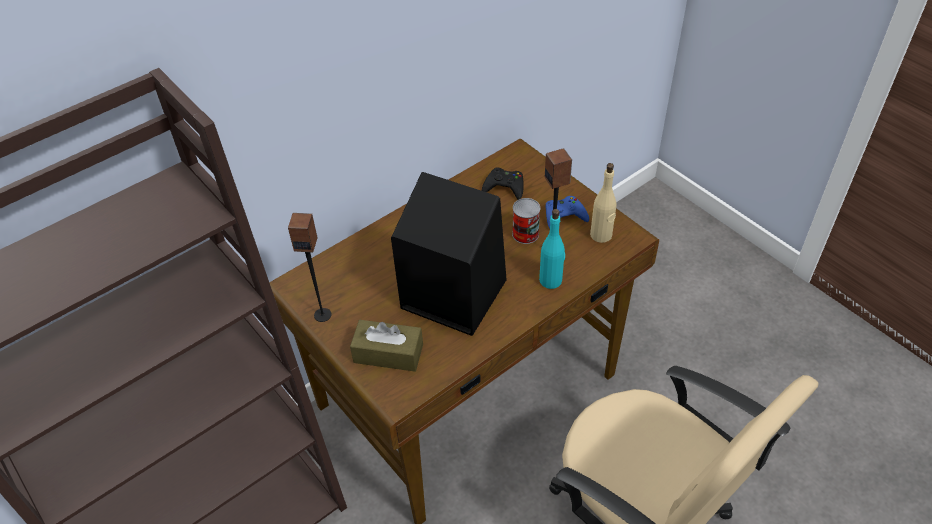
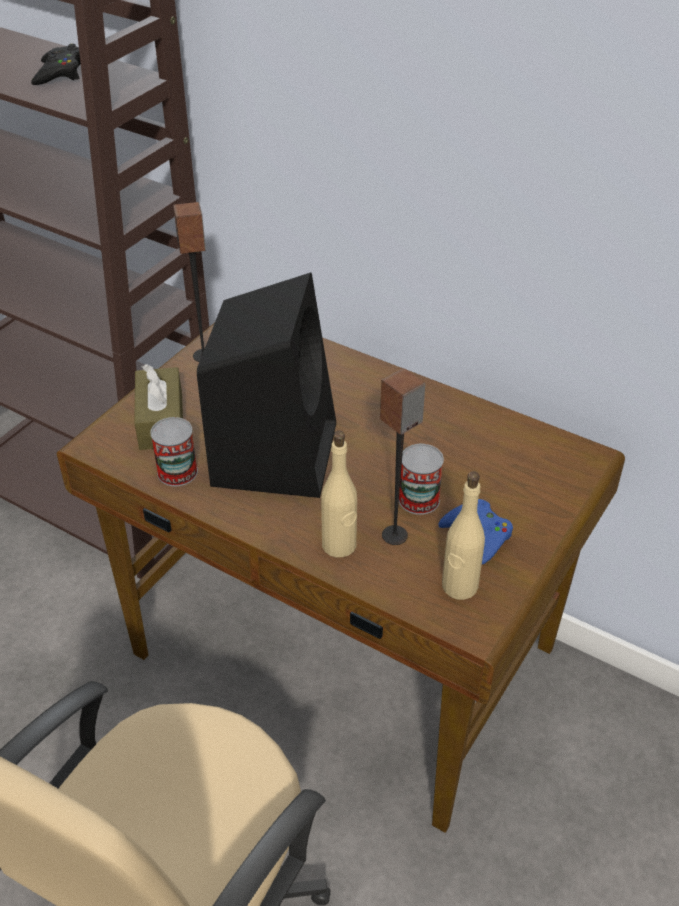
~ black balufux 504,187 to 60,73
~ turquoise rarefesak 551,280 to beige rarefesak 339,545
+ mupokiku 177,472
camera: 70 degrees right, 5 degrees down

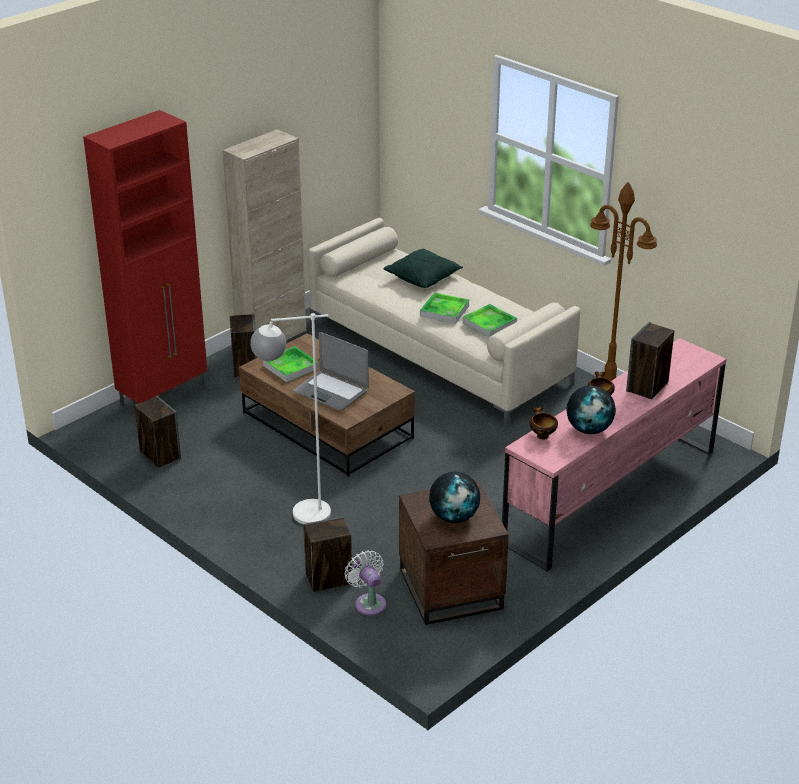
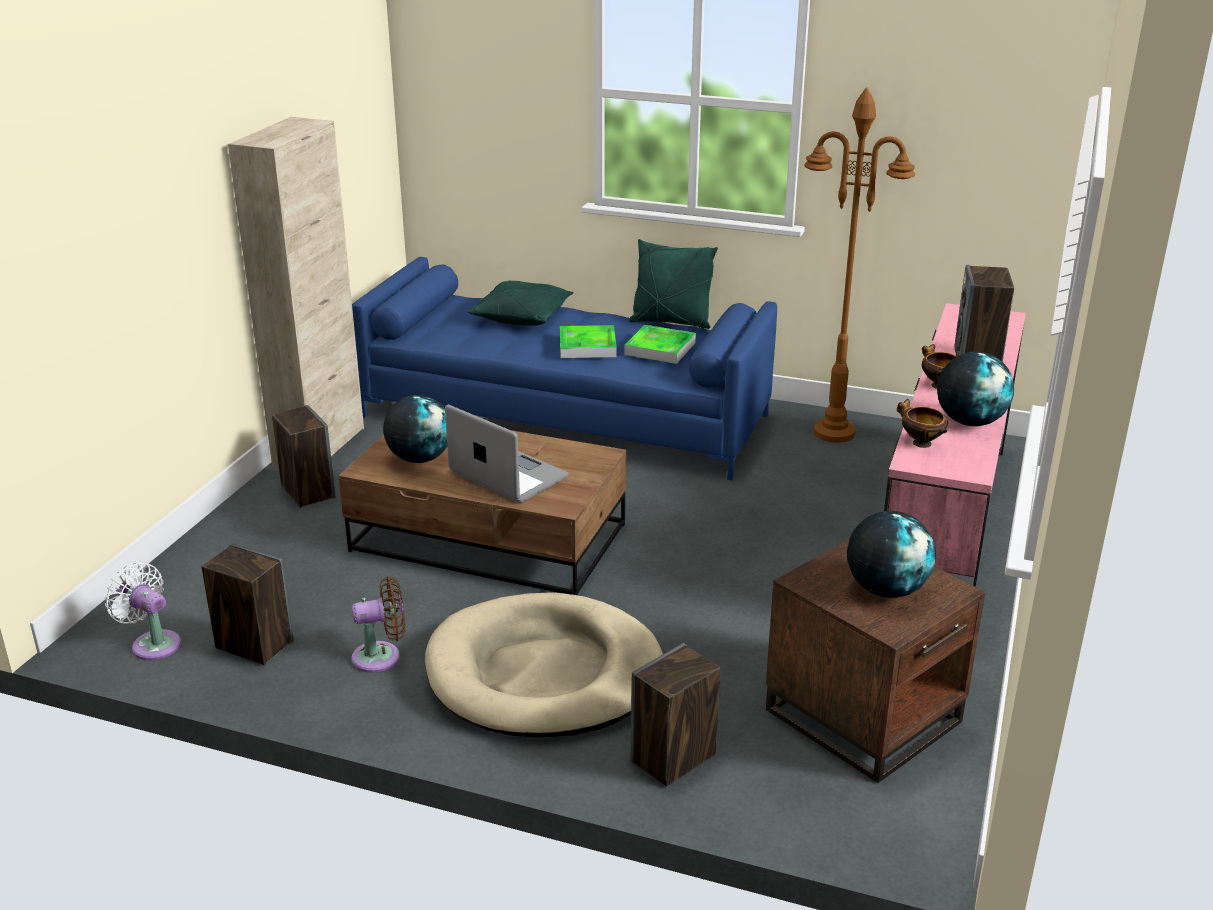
- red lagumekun 164,395
~ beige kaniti 439,352 to blue kaniti 567,416
~ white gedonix 297,515 to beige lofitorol 545,674
~ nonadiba 331,391 = 508,476 150 degrees counterclockwise
~ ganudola 291,367 to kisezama 420,458
~ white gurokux 369,602 to 153,643
+ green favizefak 671,322
+ brown gurokux 381,657
camera: 25 degrees left, 5 degrees down

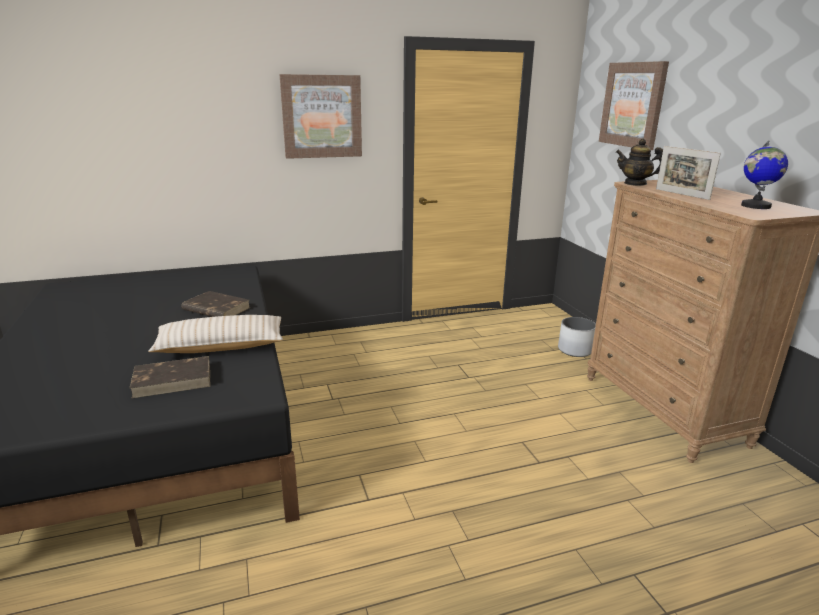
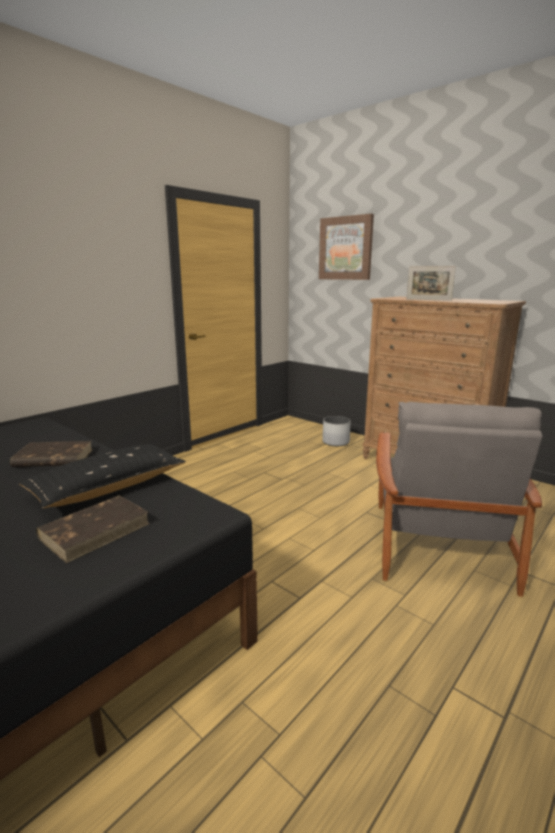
- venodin 322,116
- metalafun 635,183
- kisezama 755,206
~ beige favizefak 221,346 to black favizefak 108,487
+ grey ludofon 438,543
camera: 30 degrees left, 5 degrees down

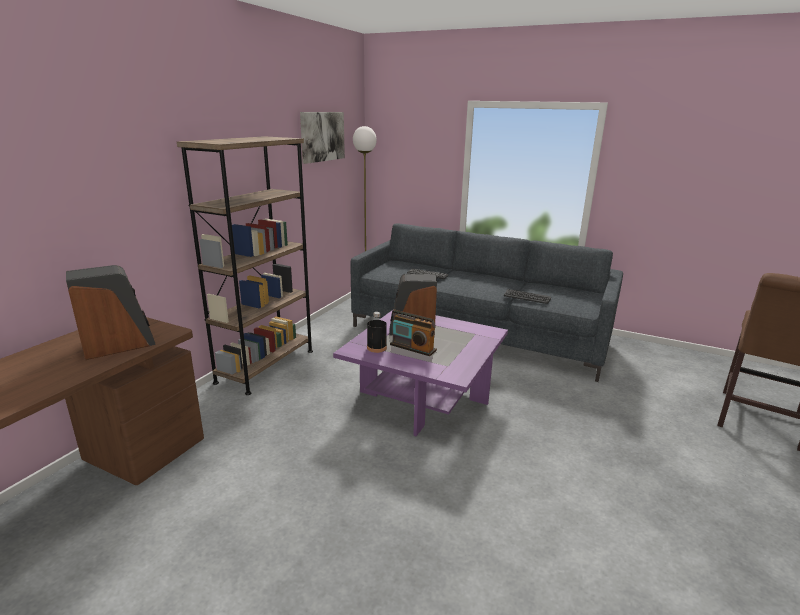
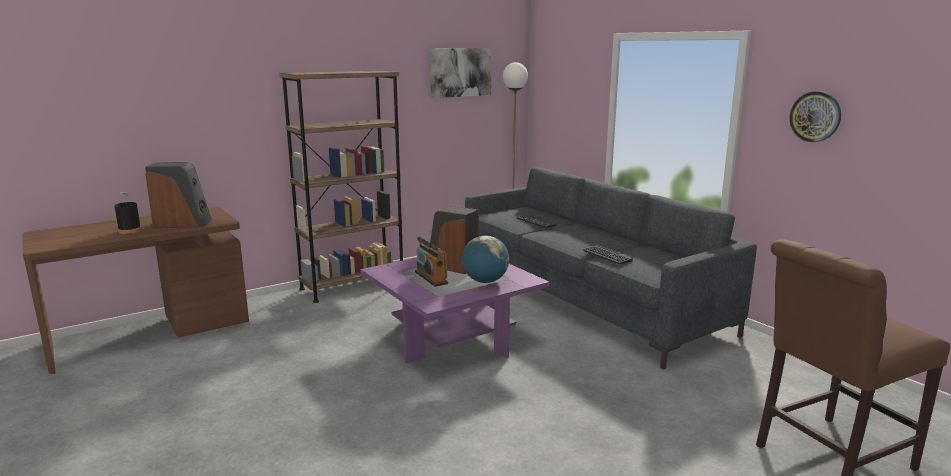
~ black rarefesak 376,348 to 129,231
+ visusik 815,116
+ kisezama 485,281
camera: 30 degrees right, 5 degrees down

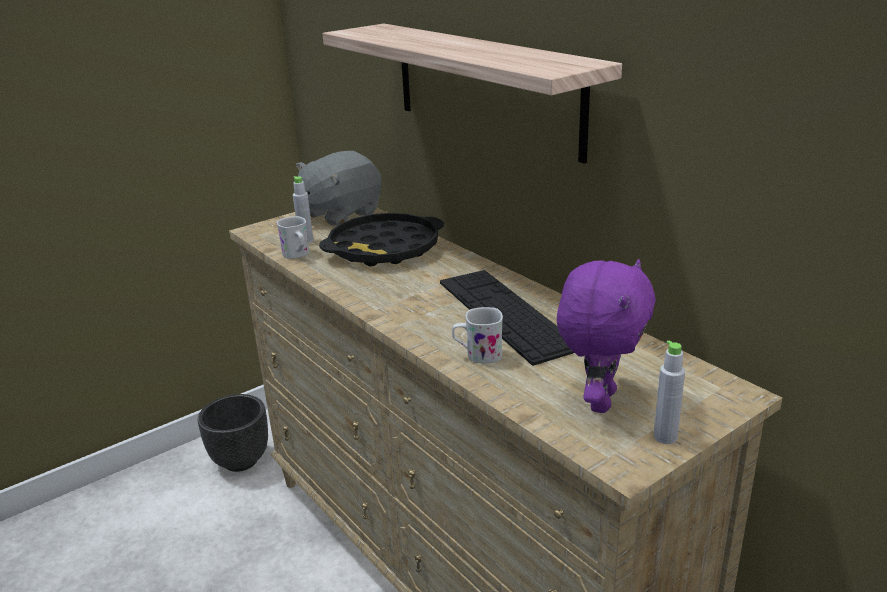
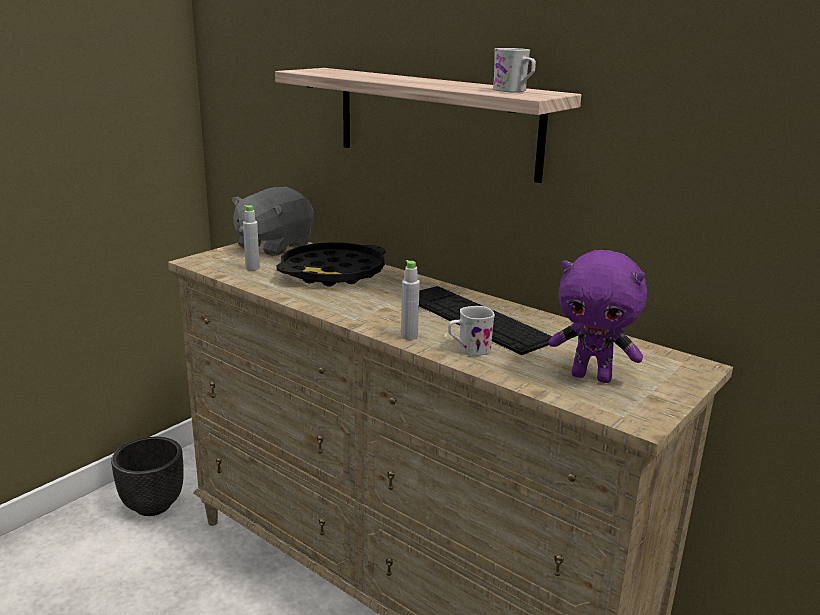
~ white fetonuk 297,255 to 514,91
~ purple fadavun 599,400 = 592,377 105 degrees clockwise
~ grey rarefesak 665,437 to 409,336
camera: 15 degrees left, 5 degrees down

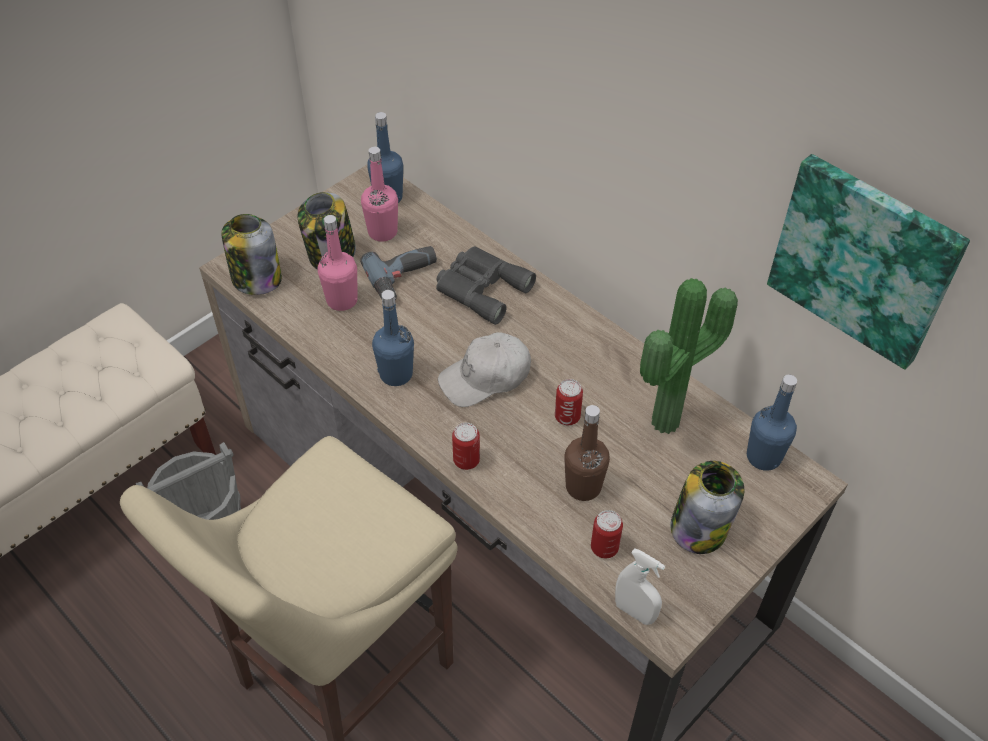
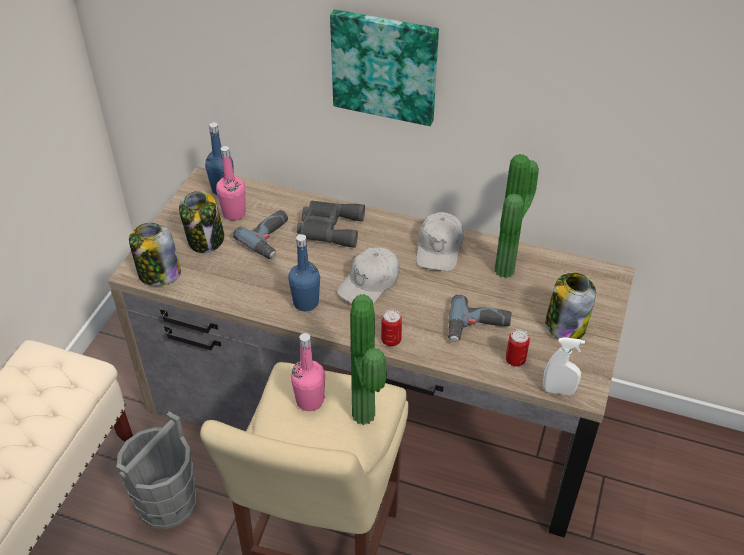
~ venodin 864,259 to 385,66
~ pink rarefesak 342,300 to 309,400
- blue rarefesak 763,457
- mupokiku 567,417
~ brown rarefesak 583,487 to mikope 478,328
+ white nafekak 439,248
+ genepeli 368,414
camera: 25 degrees left, 5 degrees down

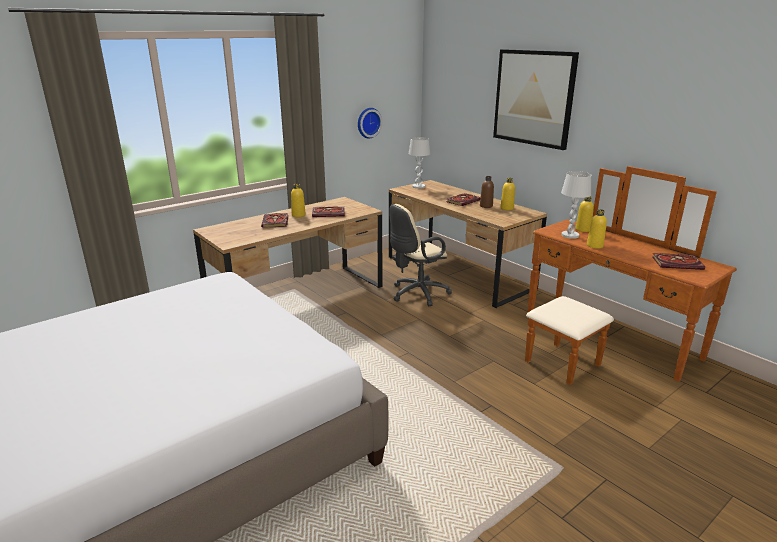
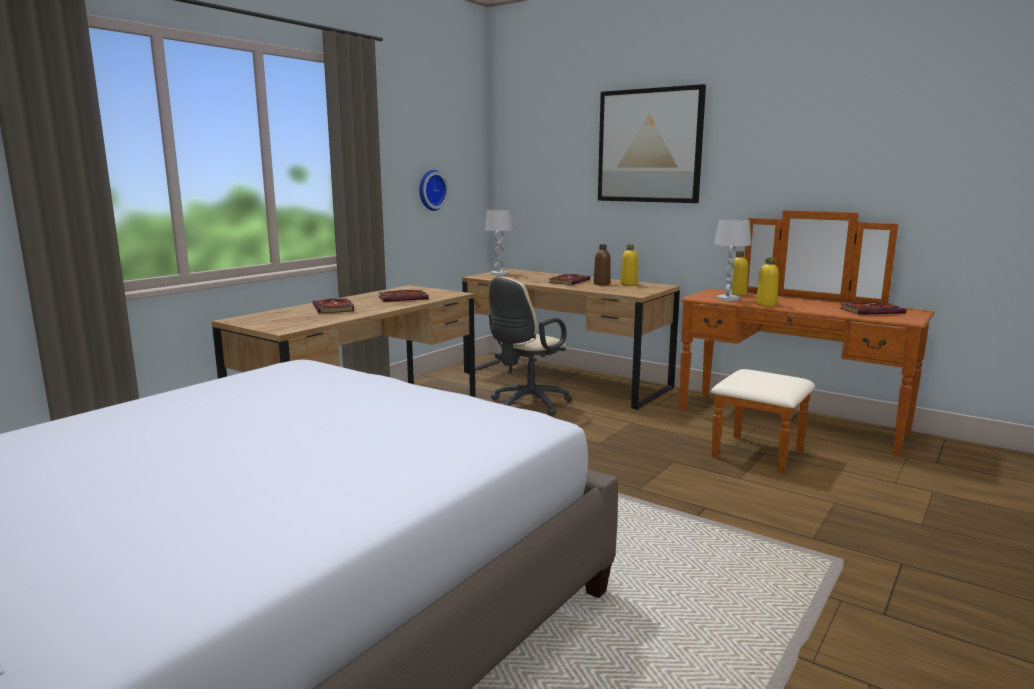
- yellow rarefesak 298,215
camera: 15 degrees left, 10 degrees down

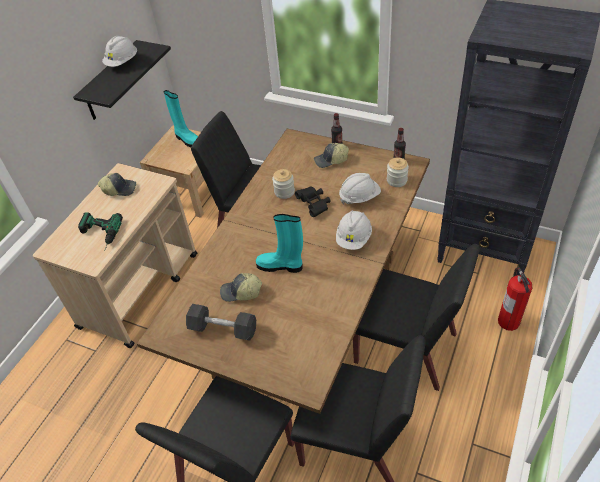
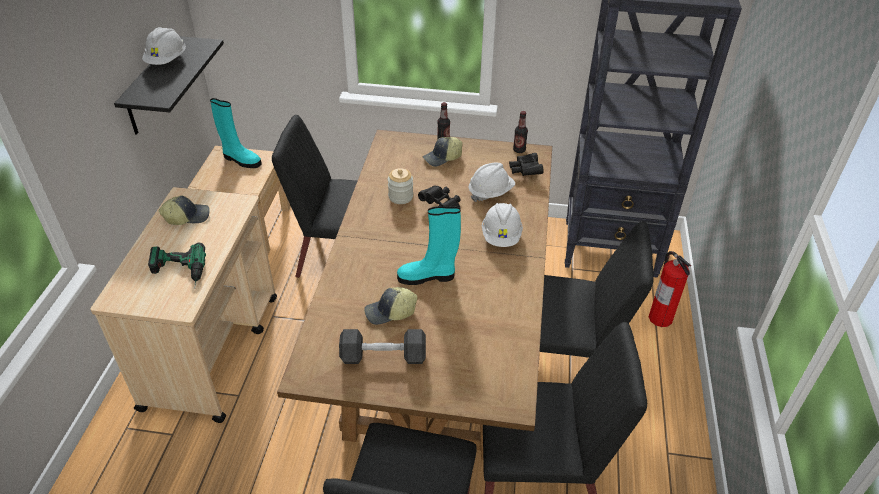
~ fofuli 396,180 to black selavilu 525,171
camera: 20 degrees left, 5 degrees down

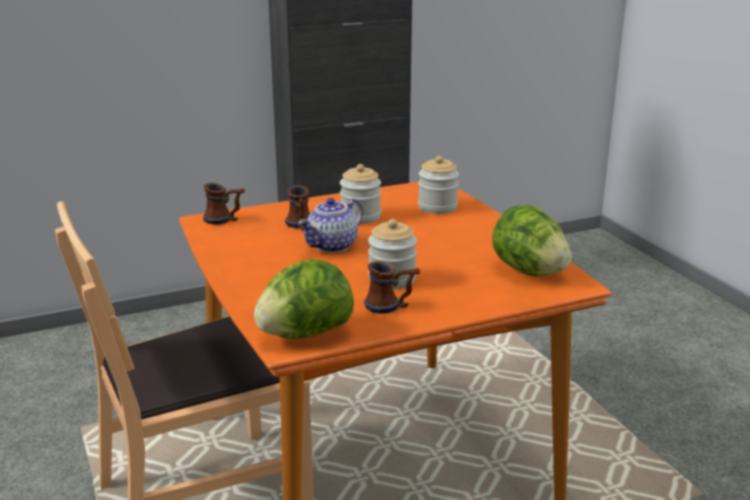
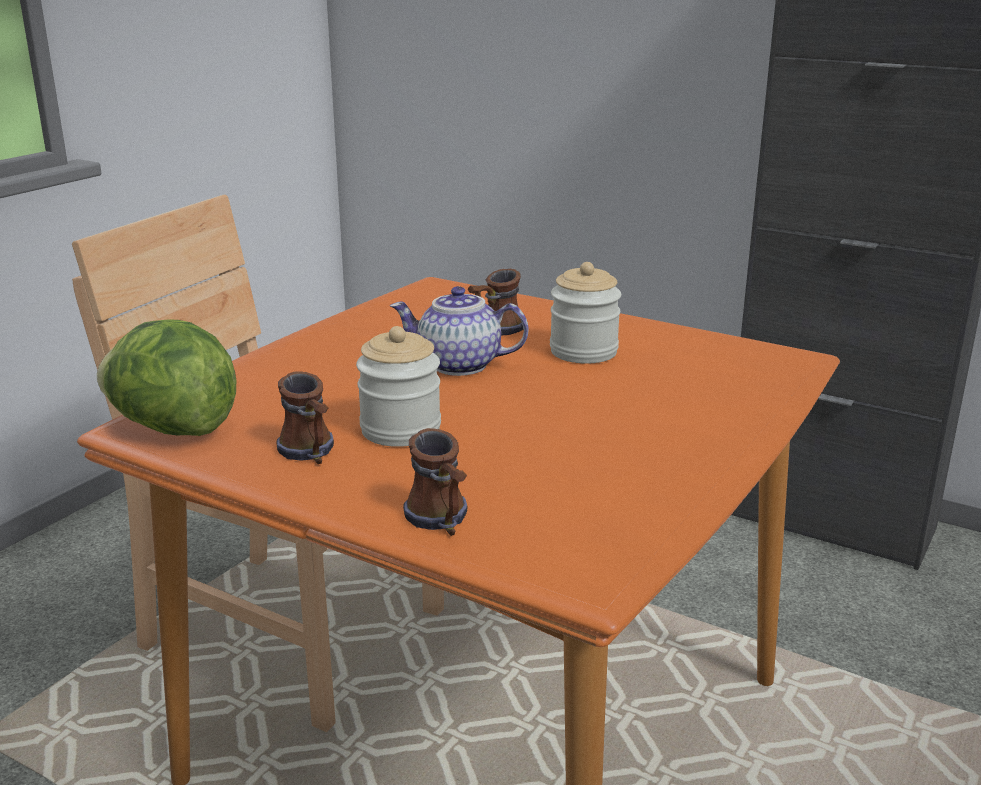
- fofuli 437,207
~ fetonuk 225,220 to 442,523
- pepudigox 528,271
camera: 55 degrees right, 0 degrees up

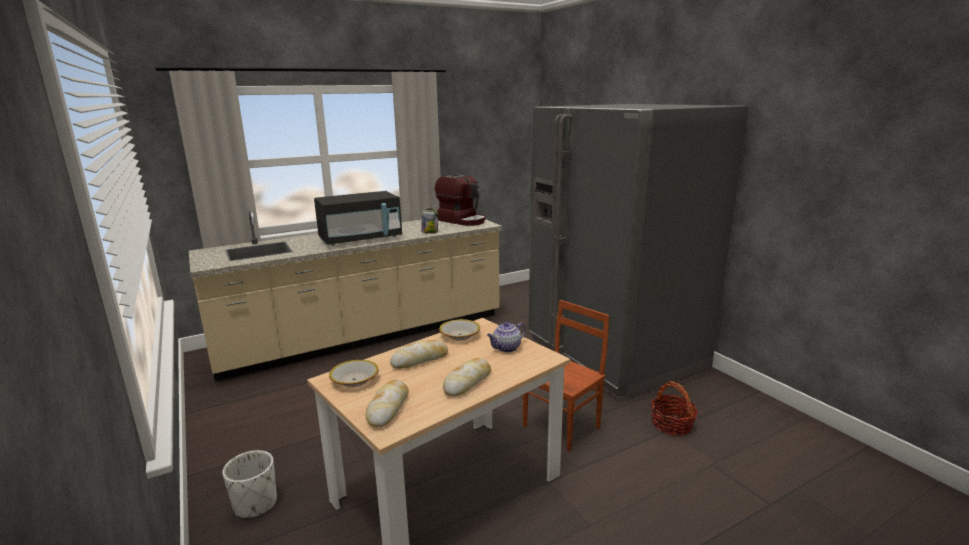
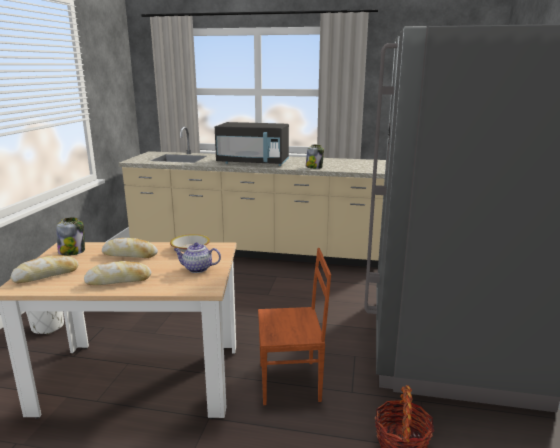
- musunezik 462,220
~ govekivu 354,380 to fofuli 72,251
camera: 40 degrees right, 0 degrees up

